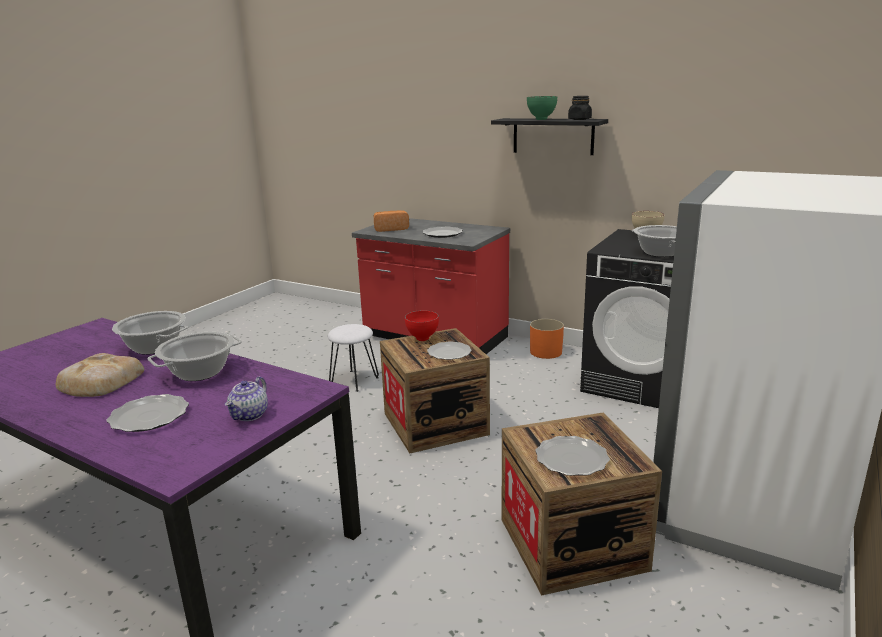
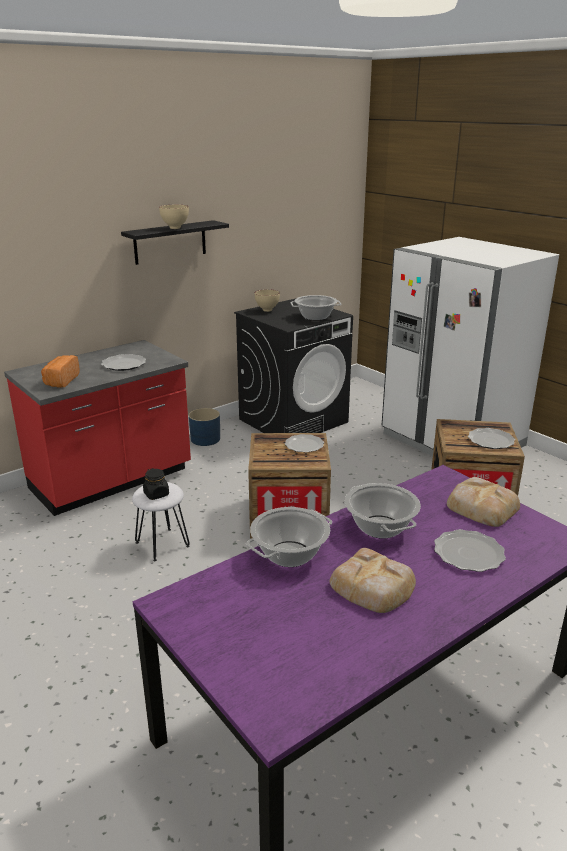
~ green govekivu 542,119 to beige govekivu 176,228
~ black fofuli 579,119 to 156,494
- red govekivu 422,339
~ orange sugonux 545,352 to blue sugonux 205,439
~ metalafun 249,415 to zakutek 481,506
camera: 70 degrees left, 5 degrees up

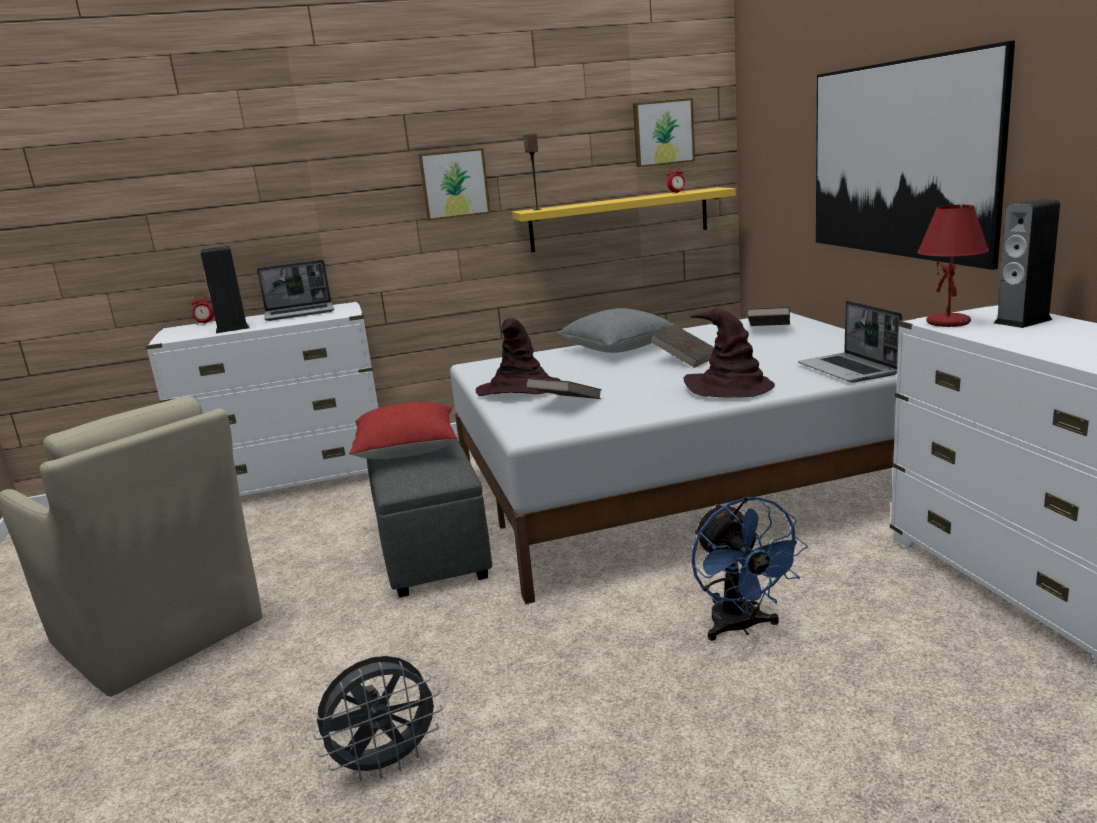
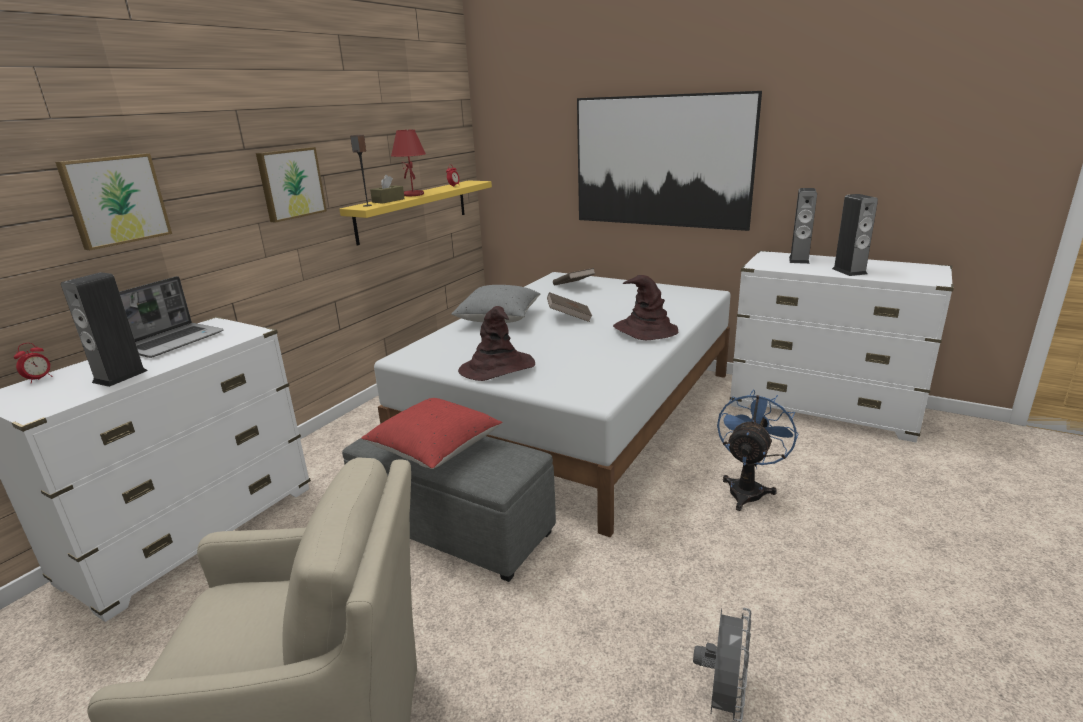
~ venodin 662,132 to 115,200
~ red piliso 949,322 to 413,195
- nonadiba 849,370
- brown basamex 565,405
~ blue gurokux 740,627 = 748,489 90 degrees counterclockwise
+ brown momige 388,200
+ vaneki 849,271
camera: 45 degrees left, 5 degrees up

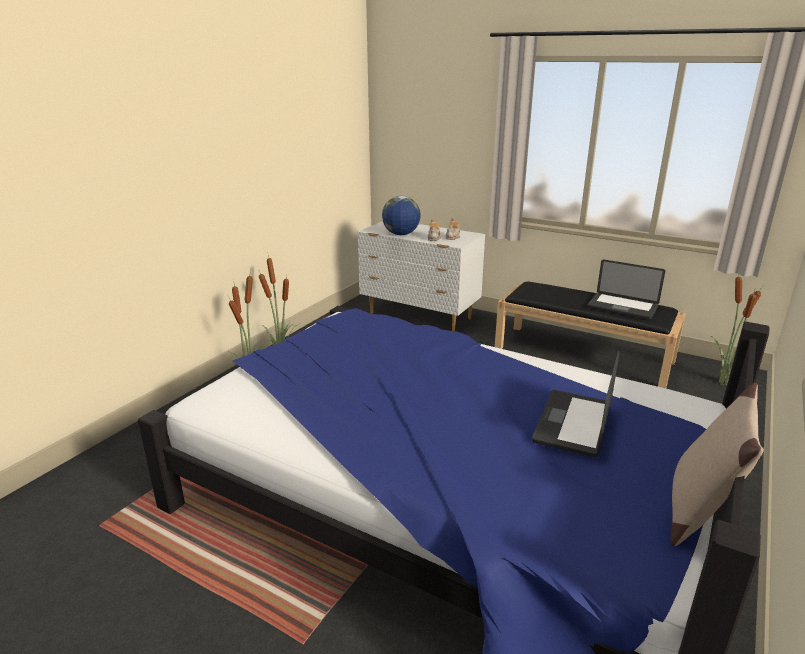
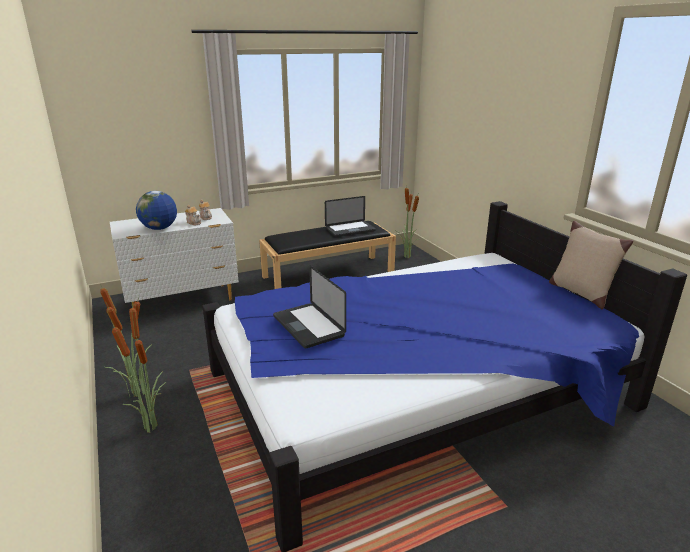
~ nonadiba 572,423 to 308,326
camera: 55 degrees left, 0 degrees up

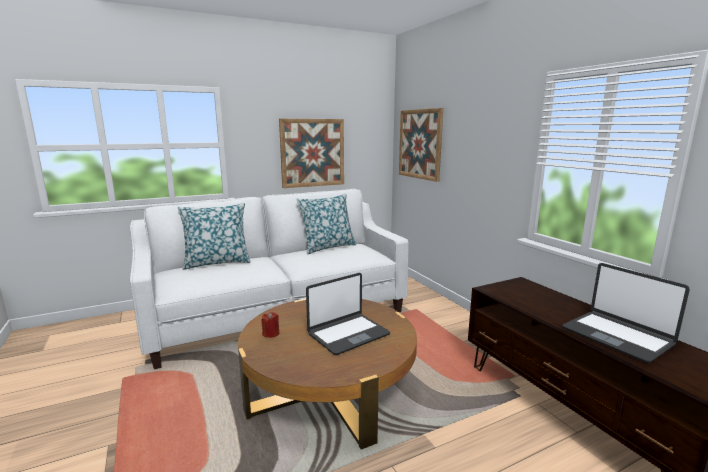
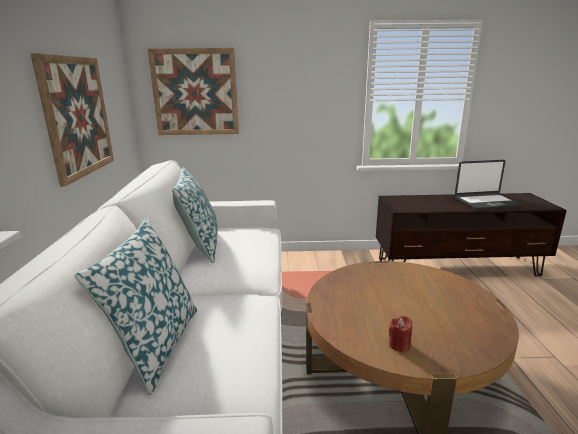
- nonadiba 348,334
camera: 65 degrees left, 5 degrees up

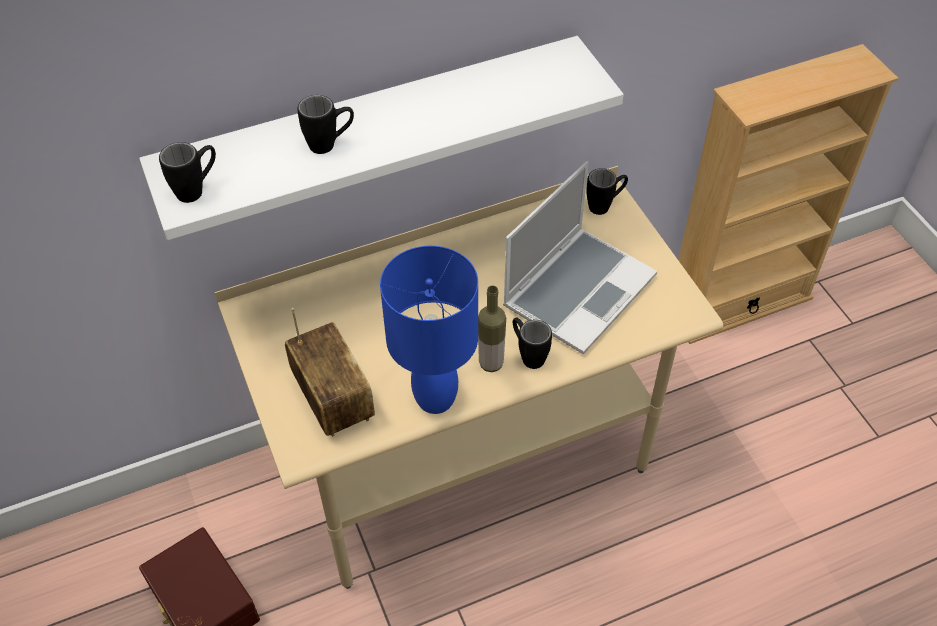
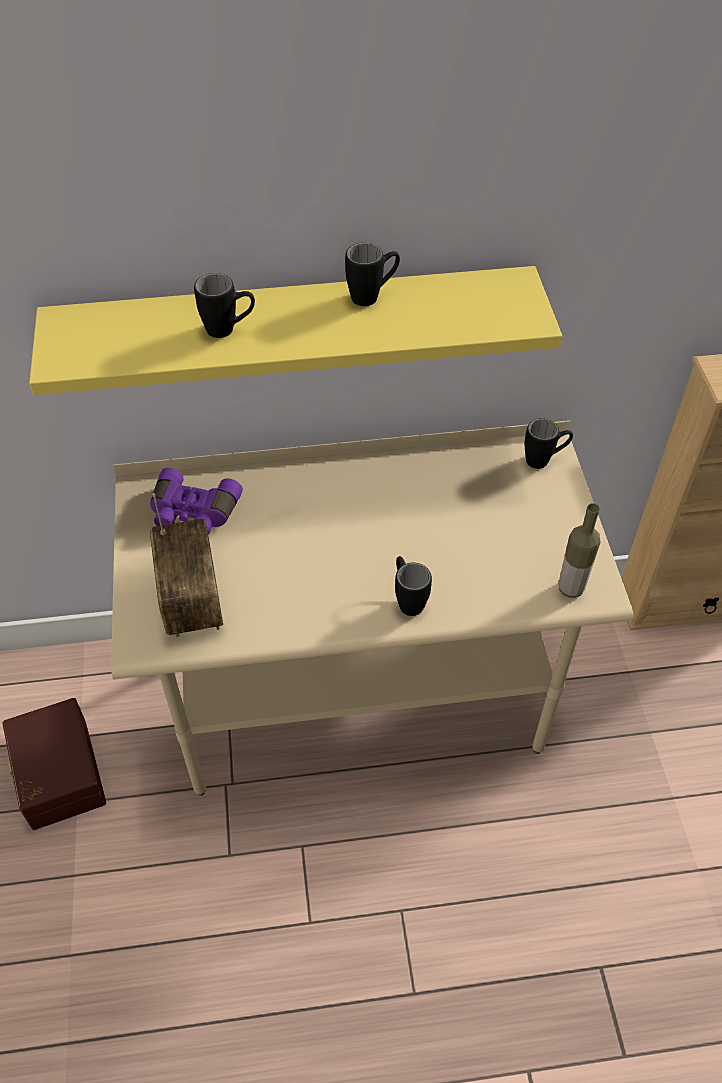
~ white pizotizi 373,129 to yellow pizotizi 293,327
~ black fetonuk 197,189 to 372,296
- nonadiba 578,289
- blue piliso 436,398
~ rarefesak 491,363 to 570,588
+ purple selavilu 193,513
camera: 15 degrees right, 0 degrees up

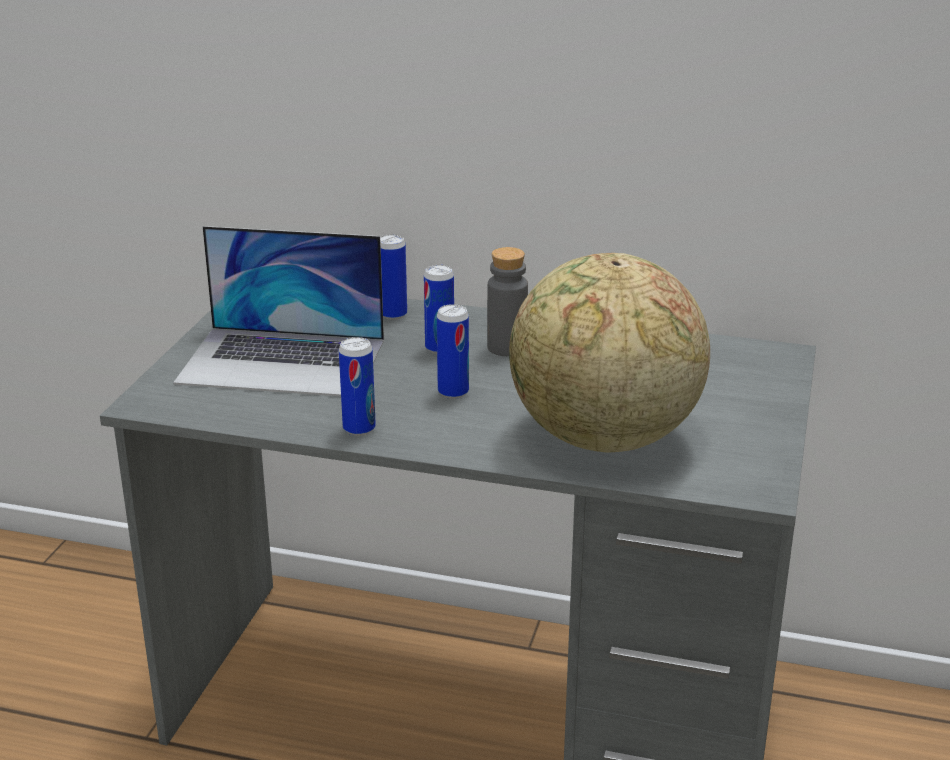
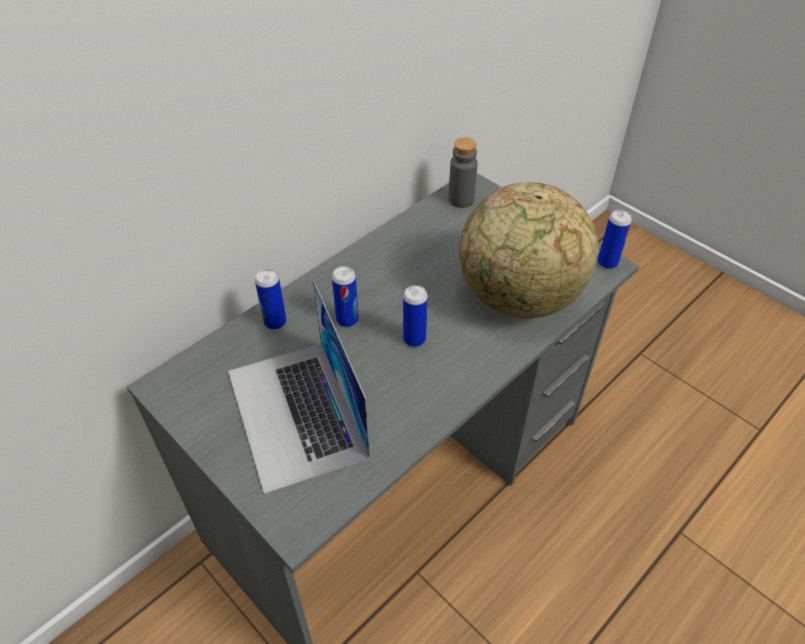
~ nonadiba 283,361 = 296,413 120 degrees clockwise
~ grey rarefesak 507,347 to 461,200
~ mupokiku 359,429 to 607,263
camera: 60 degrees left, 20 degrees up

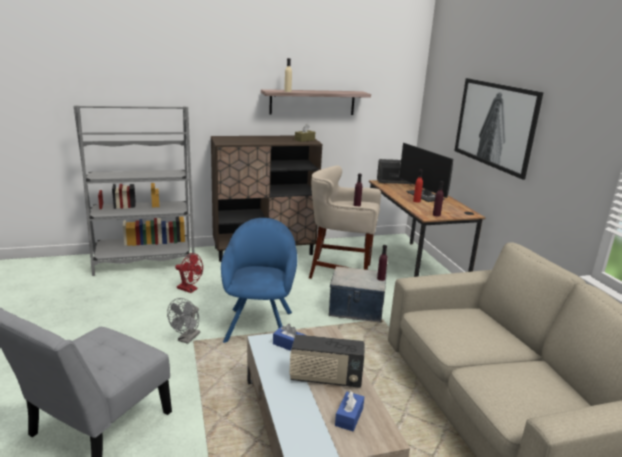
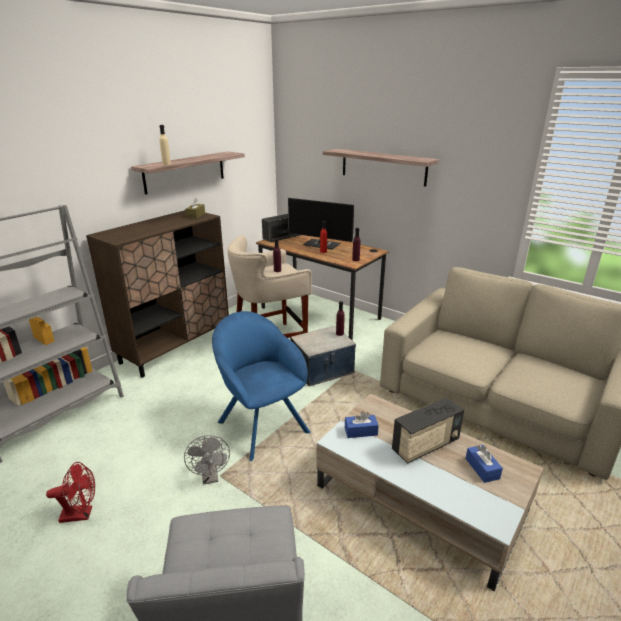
~ venodin 495,125 to pizotizi 383,167
~ red gurokux 190,289 to 81,514
camera: 35 degrees left, 5 degrees up

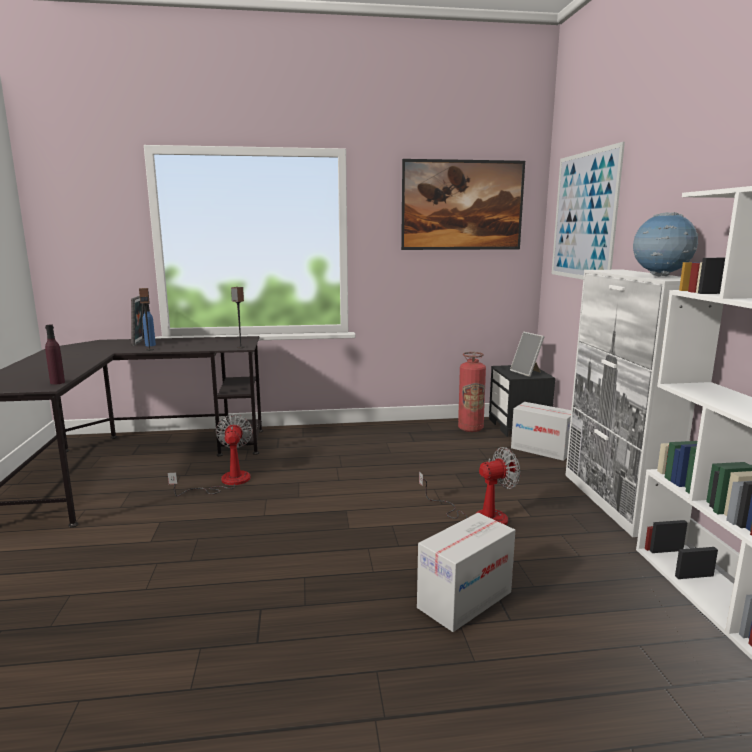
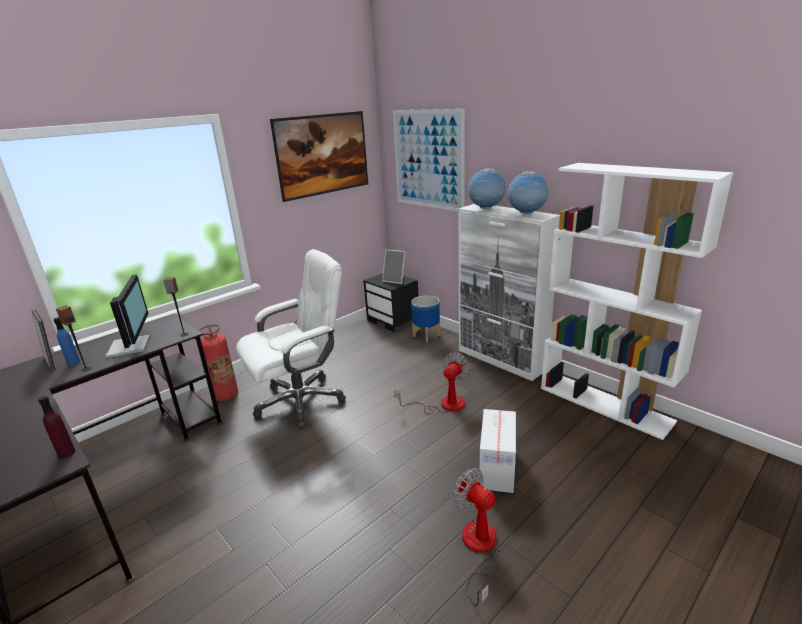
~ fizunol 470,429 to 226,395
~ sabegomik 541,450 to sugonux 426,335
~ gurokux 226,482 to 479,549
+ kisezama 486,209
+ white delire 301,400
+ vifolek 131,346
camera: 35 degrees left, 10 degrees up

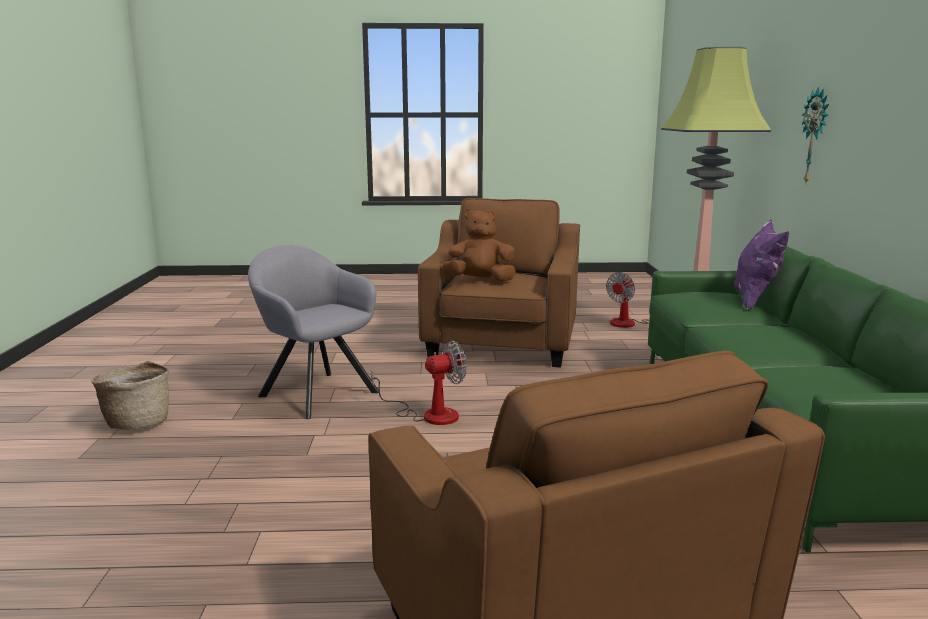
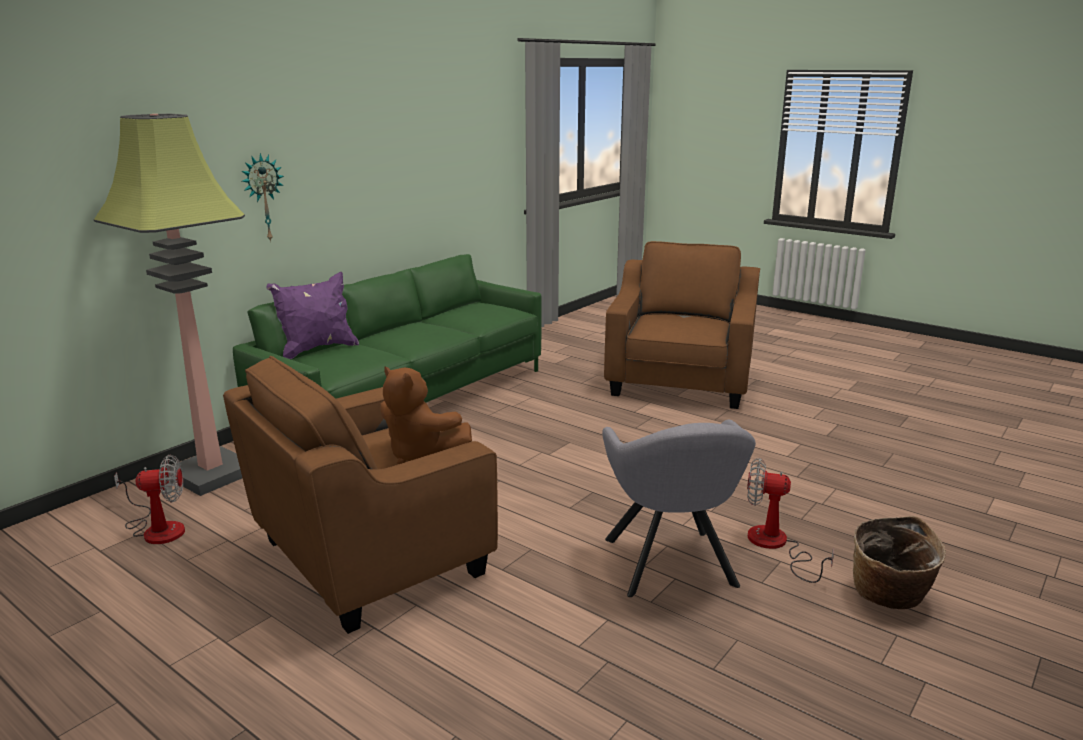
~ gurokux 429,414 to 775,546
camera: 140 degrees left, 5 degrees up

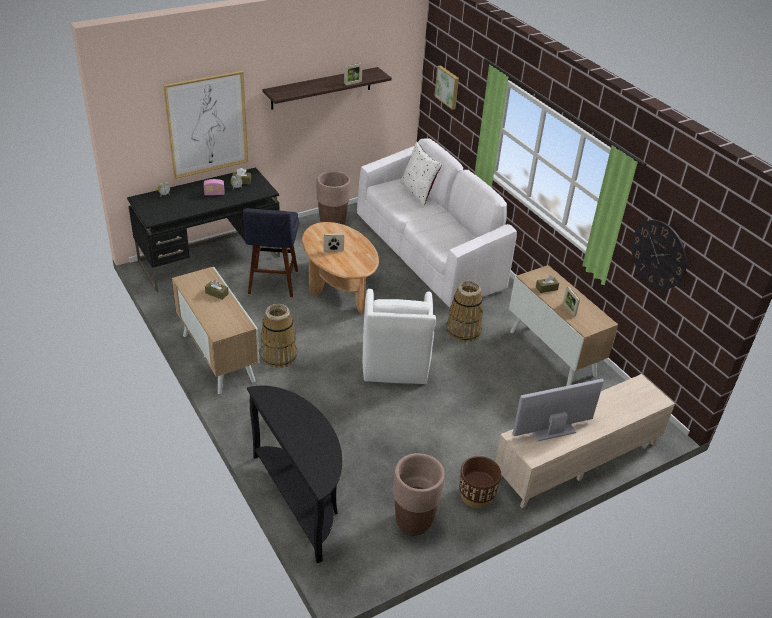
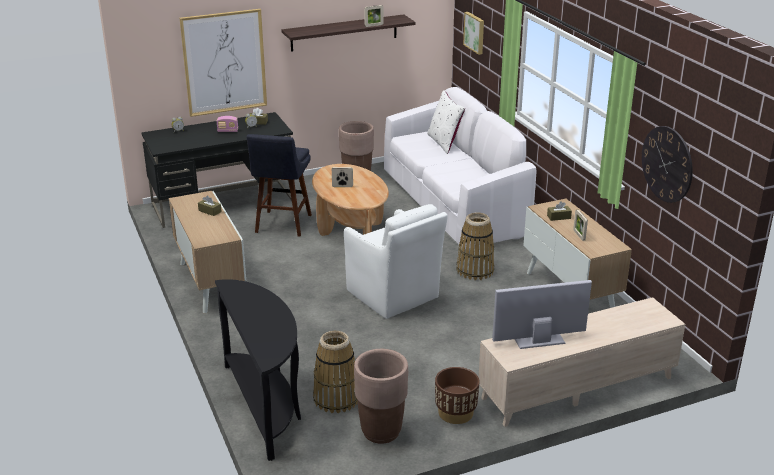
~ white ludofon 394,363 = 394,295 45 degrees counterclockwise
~ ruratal 278,355 to 336,398
camera: 10 degrees right, 10 degrees down

